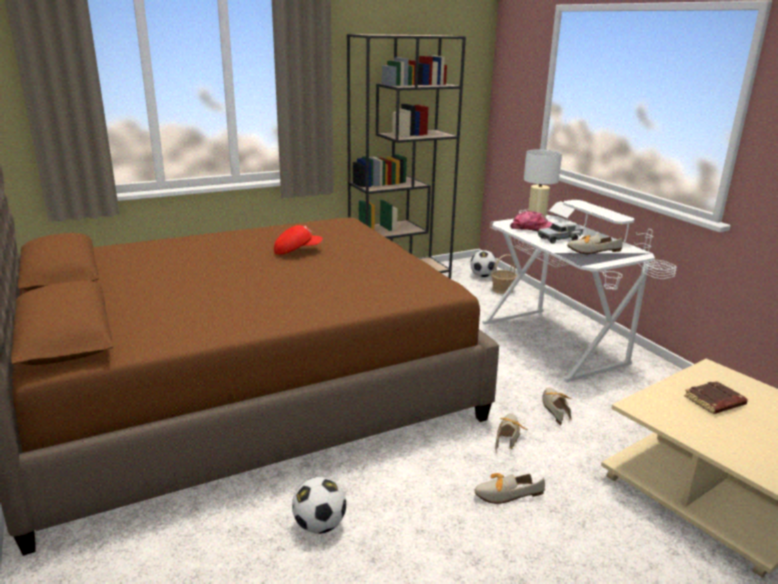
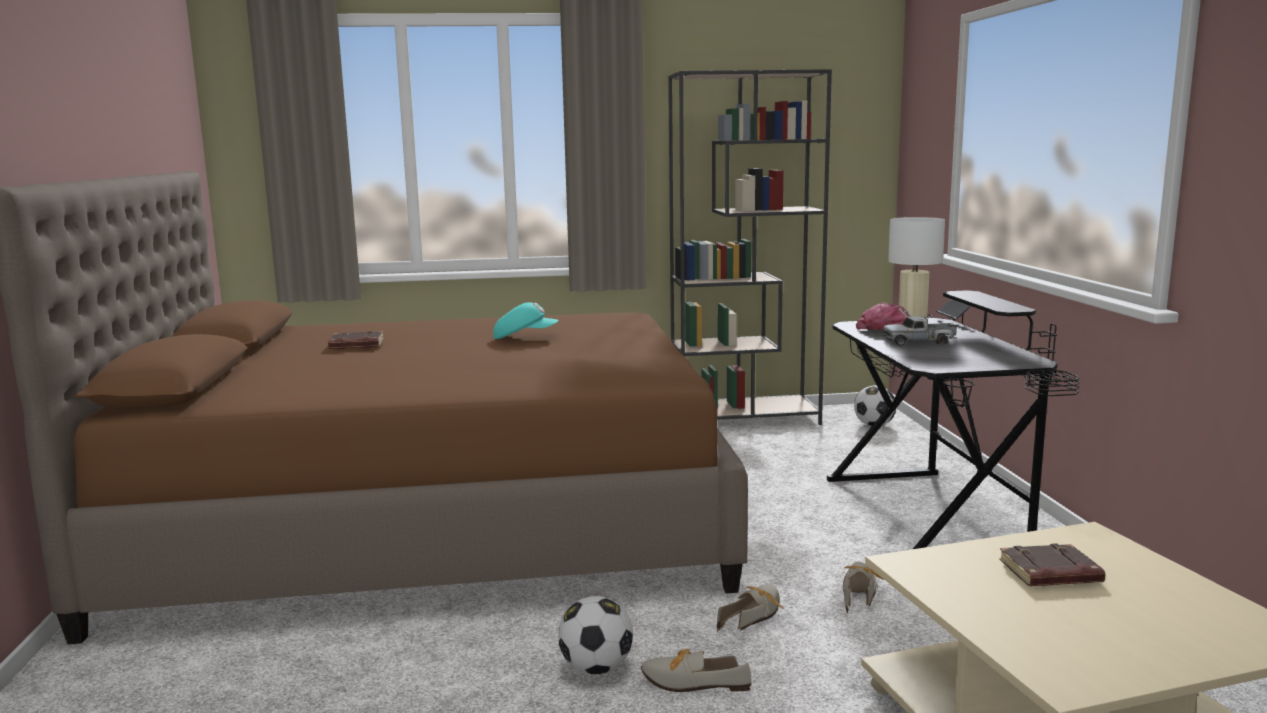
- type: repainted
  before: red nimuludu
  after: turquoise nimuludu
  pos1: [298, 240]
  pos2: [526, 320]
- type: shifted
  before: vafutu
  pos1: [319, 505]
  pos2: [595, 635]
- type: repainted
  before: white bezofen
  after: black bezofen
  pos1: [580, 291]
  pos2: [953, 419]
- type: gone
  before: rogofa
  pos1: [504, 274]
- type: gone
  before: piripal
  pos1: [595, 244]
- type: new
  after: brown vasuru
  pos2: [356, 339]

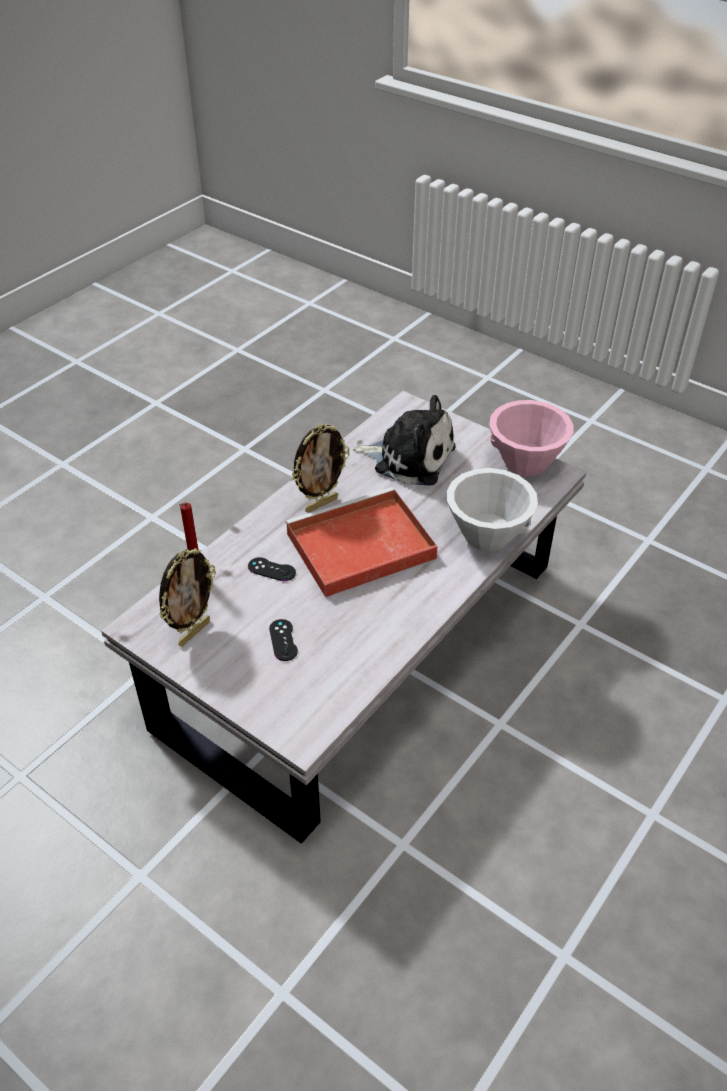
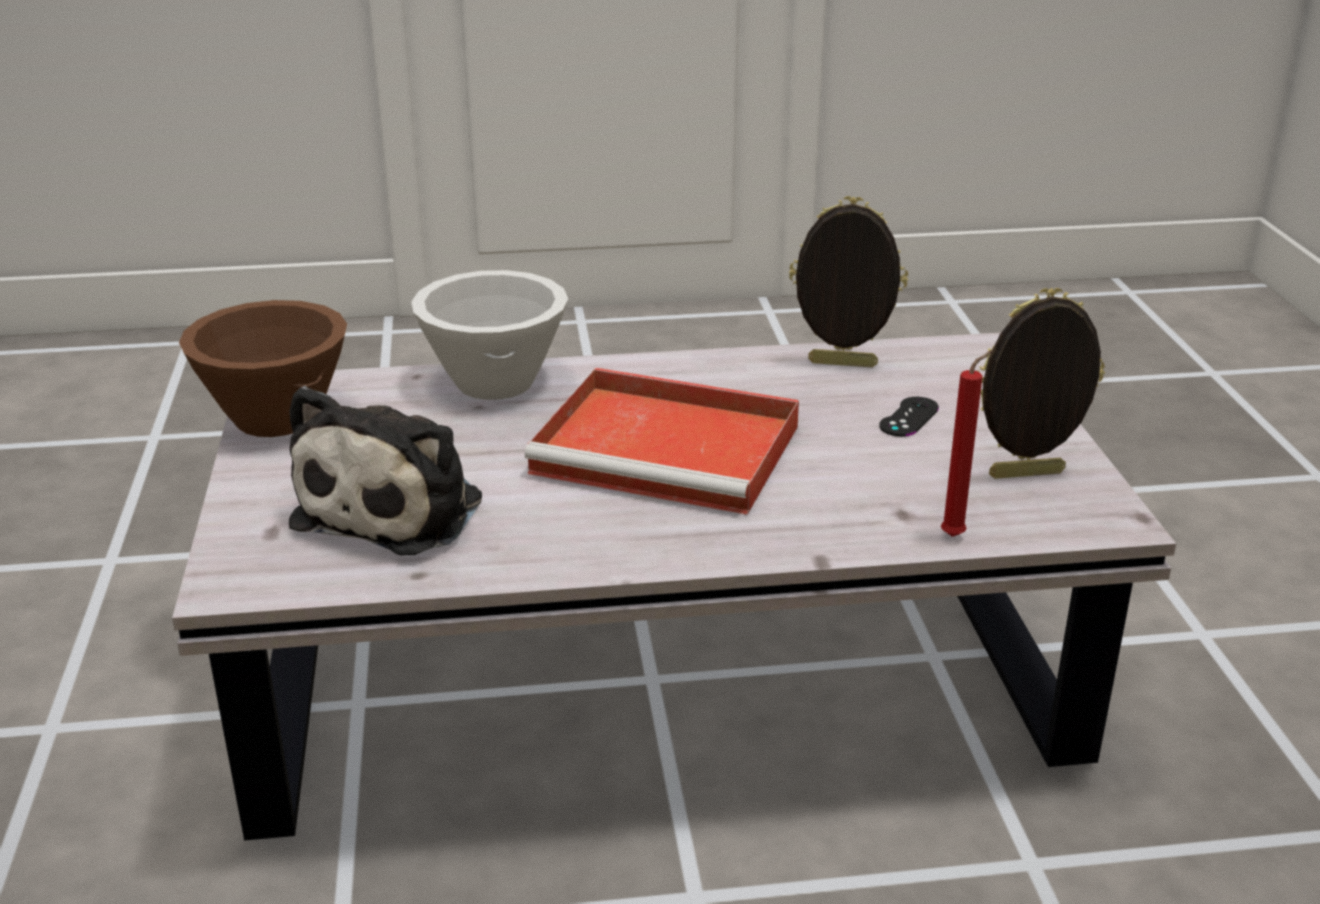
- type: gone
  before: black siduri
  pos1: [272, 569]
- type: shifted
  before: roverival
  pos1: [321, 468]
  pos2: [848, 282]
- type: rotated
  before: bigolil
  pos1: [404, 440]
  pos2: [385, 470]
  turn: -135
- type: repainted
  before: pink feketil
  after: brown feketil
  pos1: [531, 438]
  pos2: [263, 368]

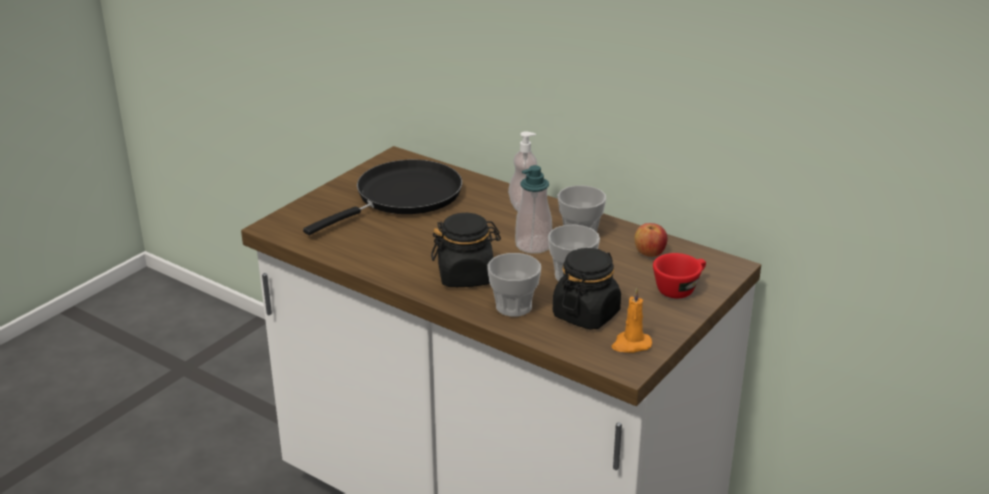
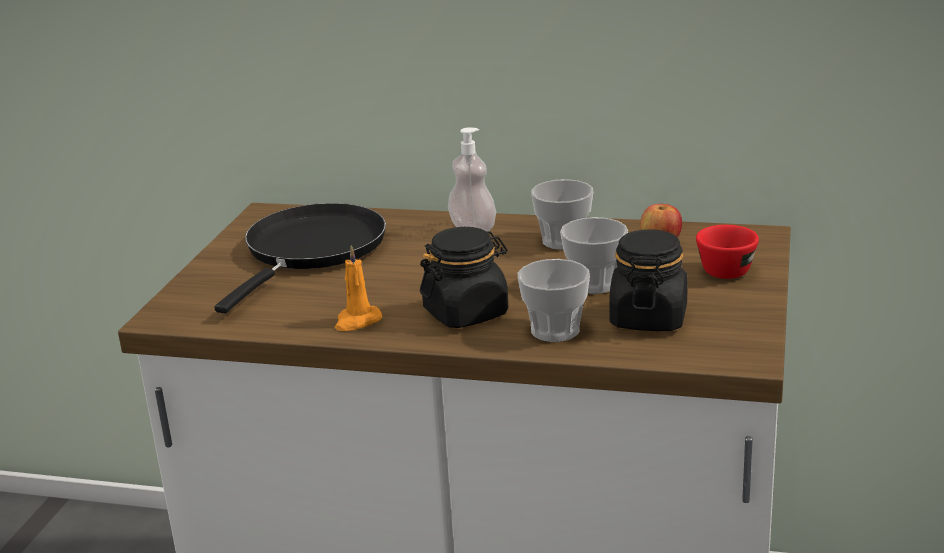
- type: gone
  before: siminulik
  pos1: [533, 209]
- type: shifted
  before: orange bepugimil
  pos1: [632, 320]
  pos2: [358, 288]

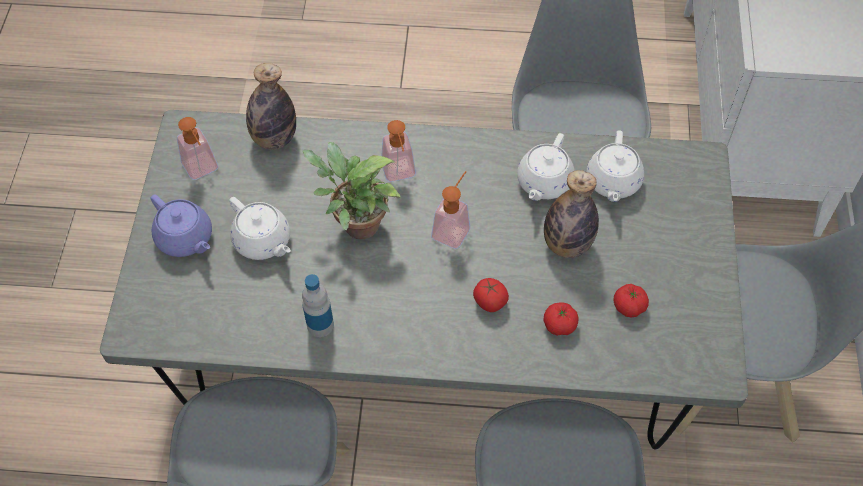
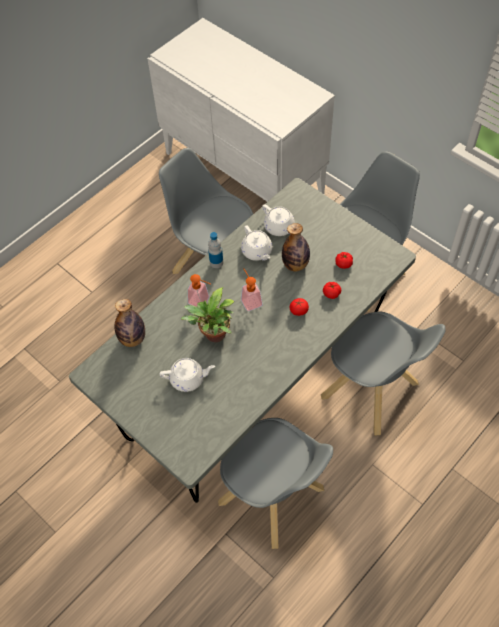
- type: gone
  before: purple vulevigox
  pos1: [181, 226]
- type: gone
  before: siminulik
  pos1: [197, 148]
- type: shifted
  before: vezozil
  pos1: [318, 305]
  pos2: [215, 250]

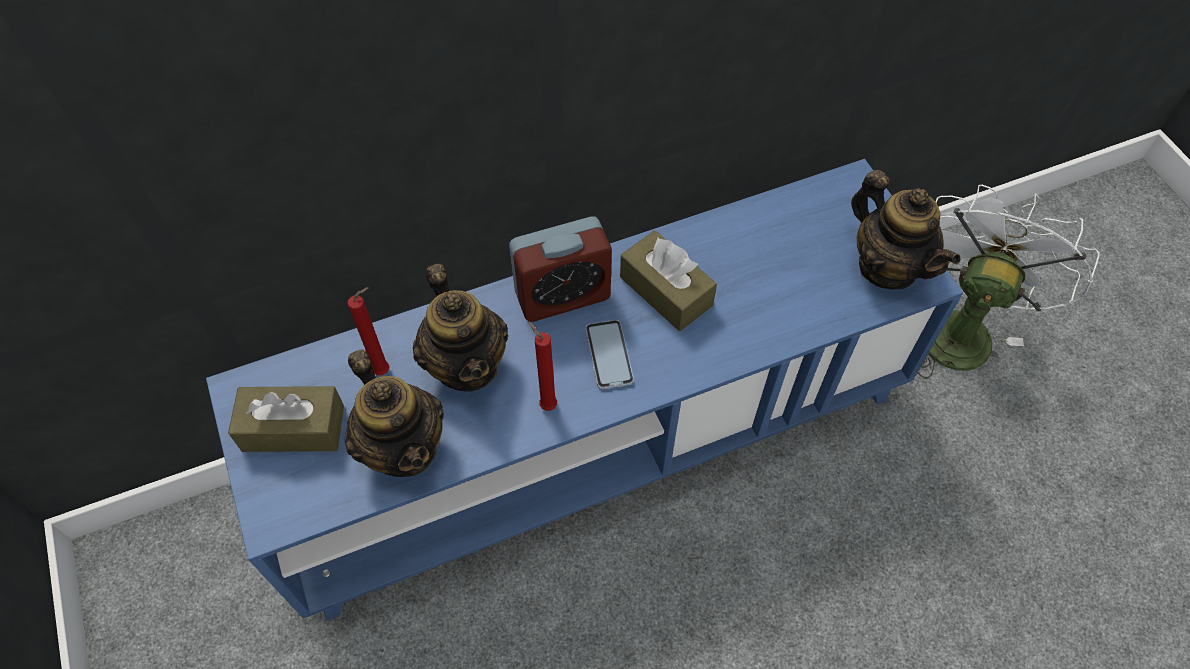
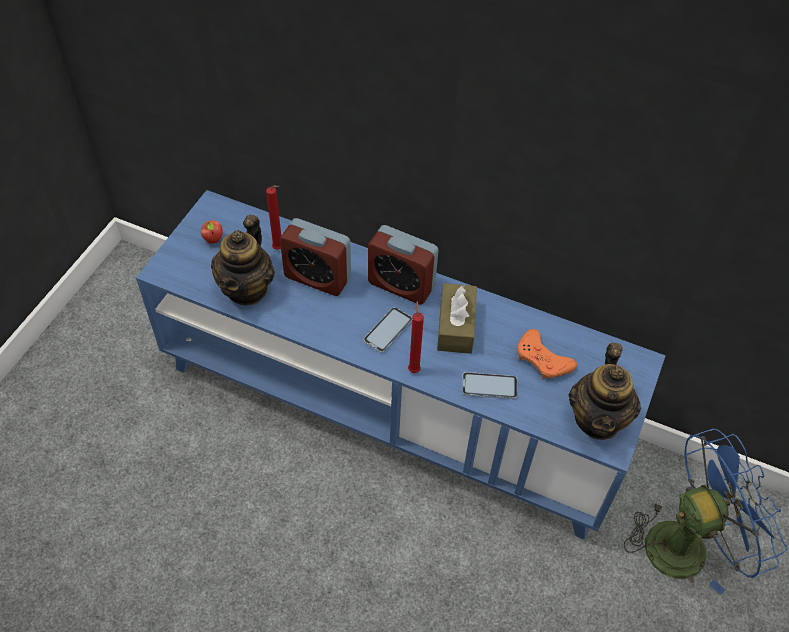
- type: swapped
  before: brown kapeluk
  after: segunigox
  pos1: [286, 419]
  pos2: [212, 232]
- type: swapped
  before: vulevigox
  after: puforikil
  pos1: [460, 328]
  pos2: [315, 257]
- type: shifted
  before: red bepugimil
  pos1: [542, 366]
  pos2: [416, 337]
- type: repainted
  before: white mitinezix
  after: blue mitinezix
  pos1: [1008, 281]
  pos2: [706, 512]
- type: new
  after: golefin
  pos2: [489, 385]
- type: new
  after: orange siduri
  pos2: [547, 354]

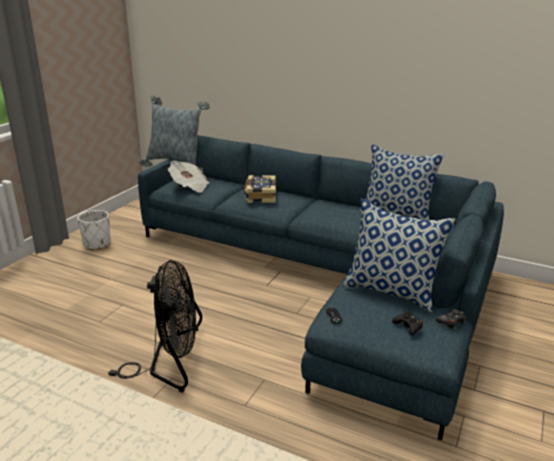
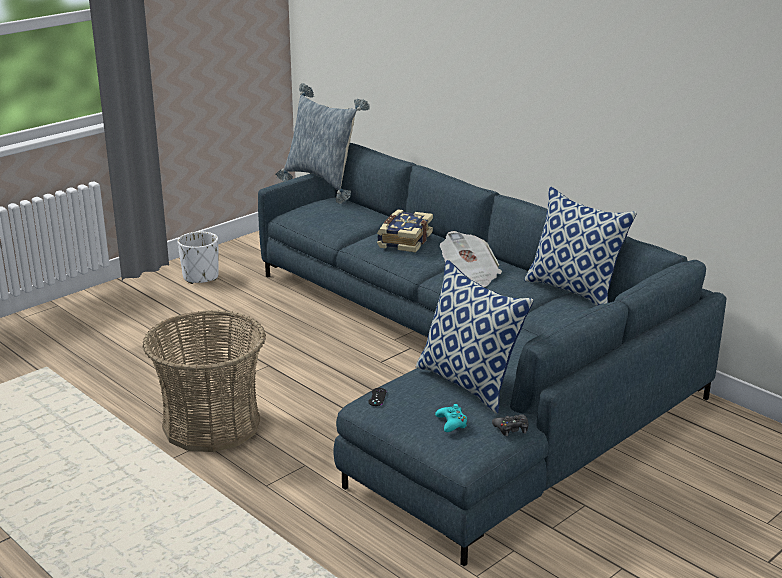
- type: swapped
  before: black mitinezix
  after: rogofa
  pos1: [154, 326]
  pos2: [204, 381]
- type: shifted
  before: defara
  pos1: [189, 177]
  pos2: [471, 259]
- type: repainted
  before: black siduri
  after: turquoise siduri
  pos1: [407, 323]
  pos2: [451, 418]

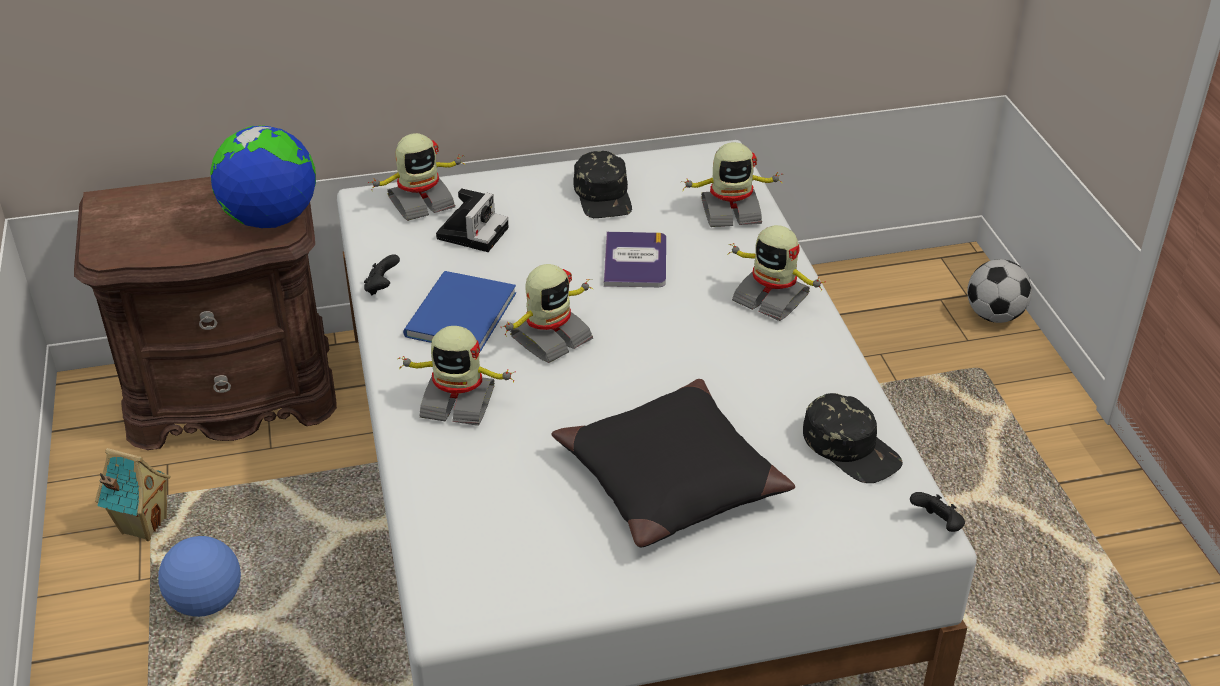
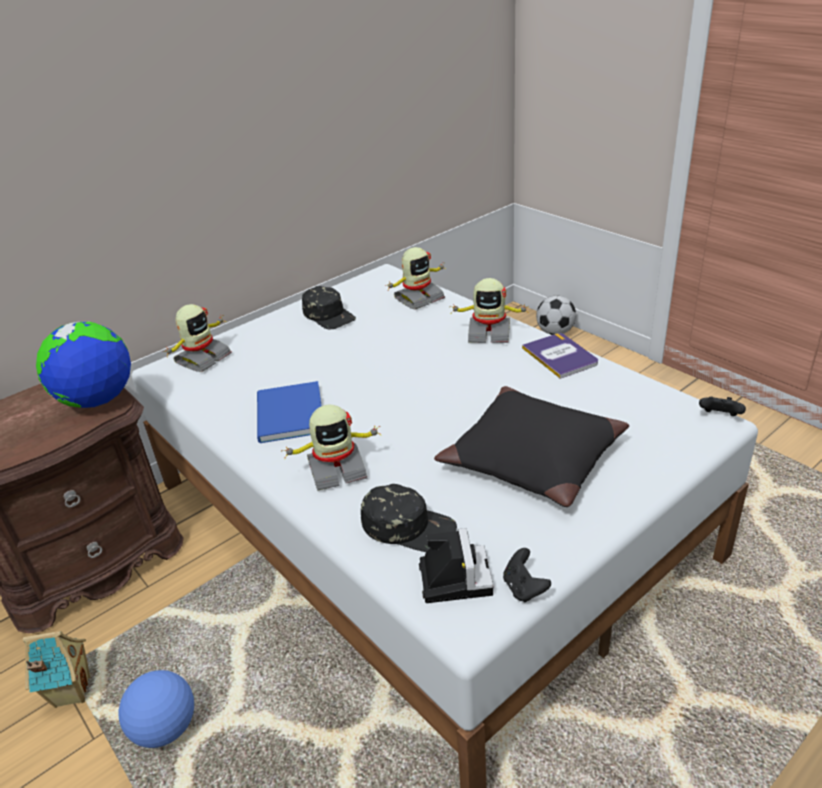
- type: shifted
  before: black siduri
  pos1: [382, 274]
  pos2: [527, 575]
- type: shifted
  before: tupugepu
  pos1: [472, 220]
  pos2: [456, 565]
- type: gone
  before: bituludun
  pos1: [547, 313]
- type: shifted
  before: vasuru
  pos1: [635, 259]
  pos2: [560, 356]
- type: shifted
  before: black nimuludu
  pos1: [853, 438]
  pos2: [409, 518]

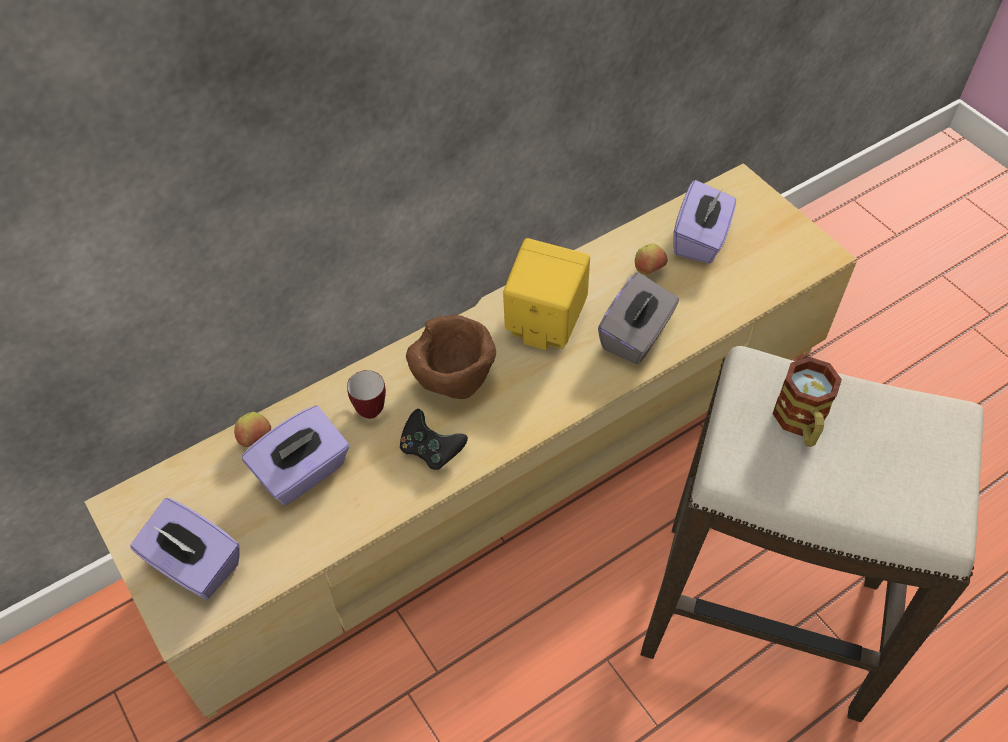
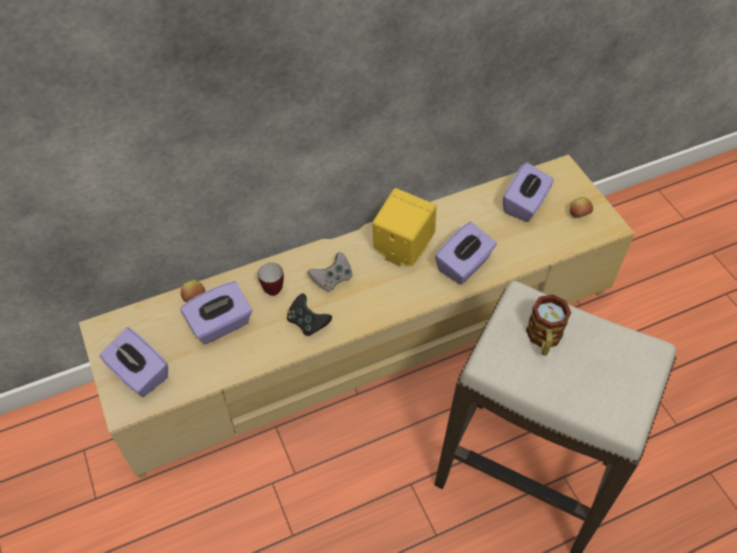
- type: swapped
  before: brown feketil
  after: grey siduri
  pos1: [451, 357]
  pos2: [330, 272]
- type: repainted
  before: grey kapeluk
  after: purple kapeluk
  pos1: [638, 318]
  pos2: [466, 253]
- type: shifted
  before: segunigox
  pos1: [651, 259]
  pos2: [581, 207]

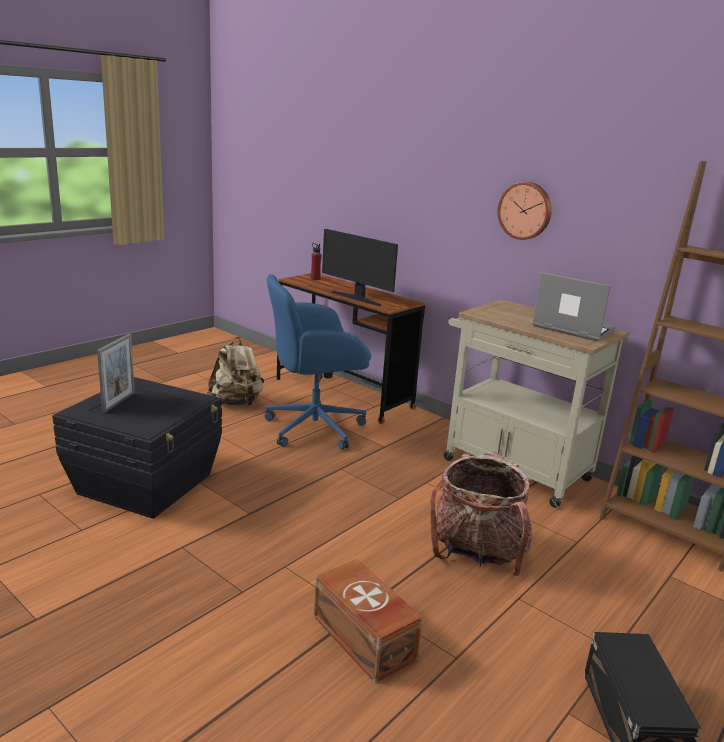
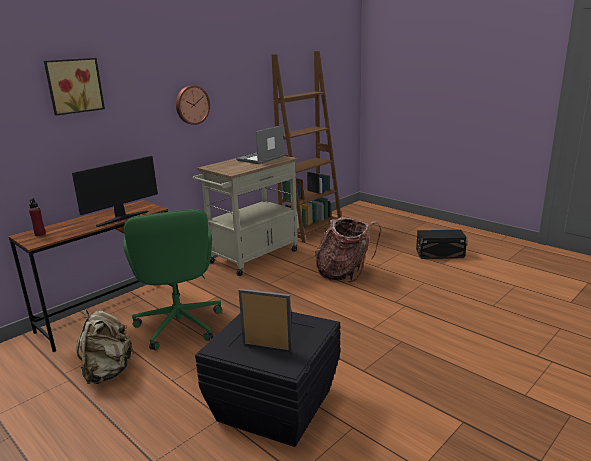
- type: repainted
  before: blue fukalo
  after: green fukalo
  pos1: [318, 362]
  pos2: [172, 279]
- type: gone
  before: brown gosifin
  pos1: [368, 621]
- type: new
  after: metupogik
  pos2: [74, 87]

